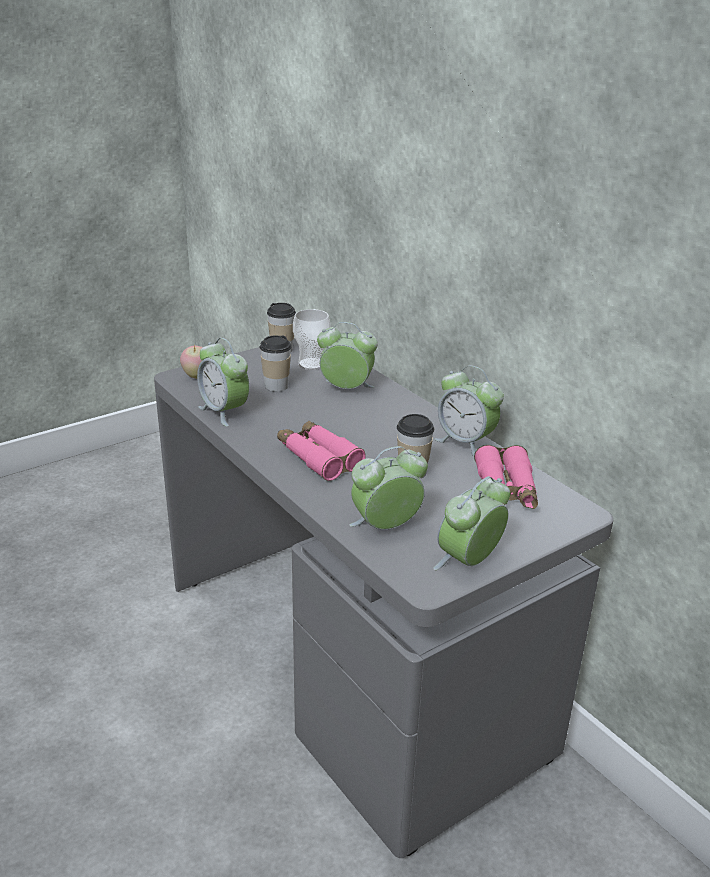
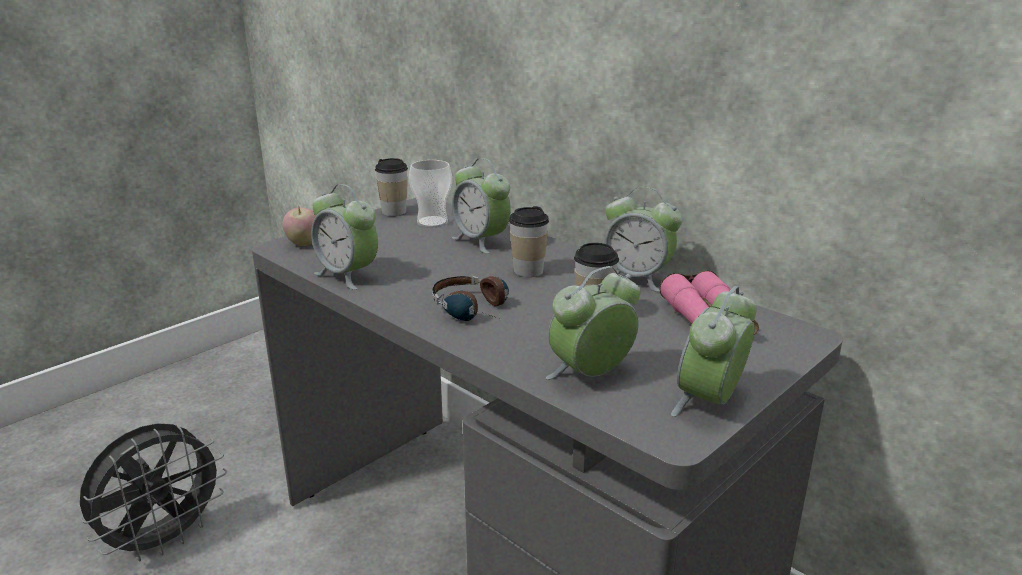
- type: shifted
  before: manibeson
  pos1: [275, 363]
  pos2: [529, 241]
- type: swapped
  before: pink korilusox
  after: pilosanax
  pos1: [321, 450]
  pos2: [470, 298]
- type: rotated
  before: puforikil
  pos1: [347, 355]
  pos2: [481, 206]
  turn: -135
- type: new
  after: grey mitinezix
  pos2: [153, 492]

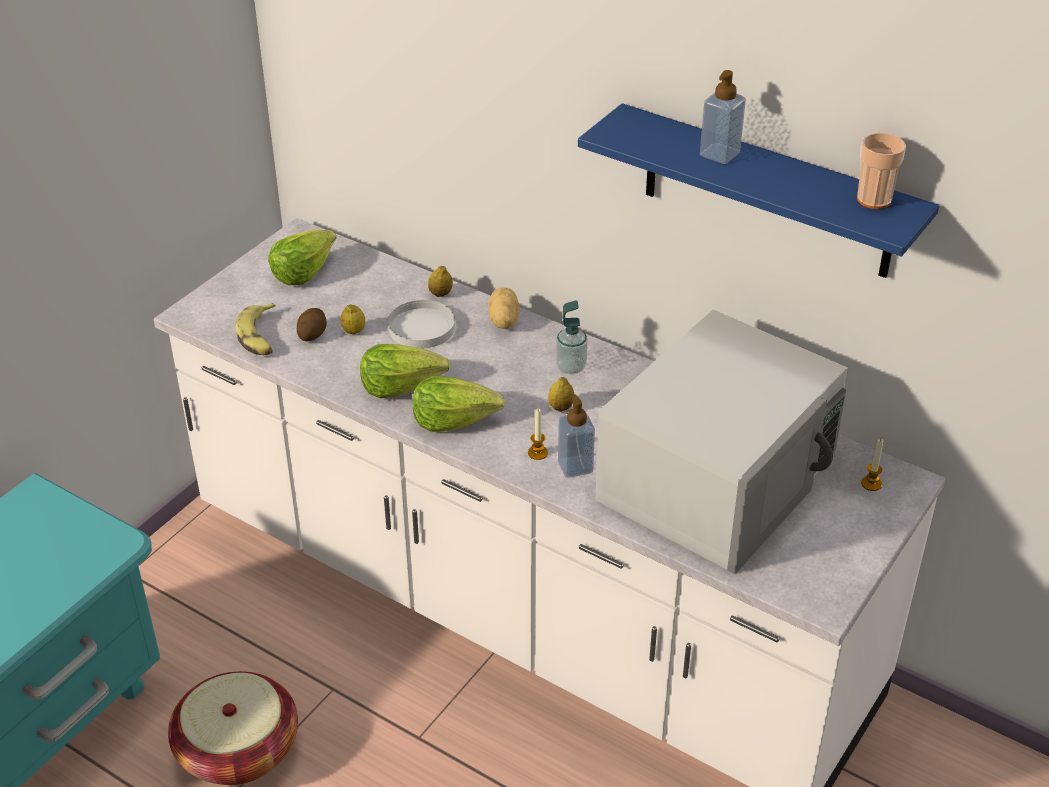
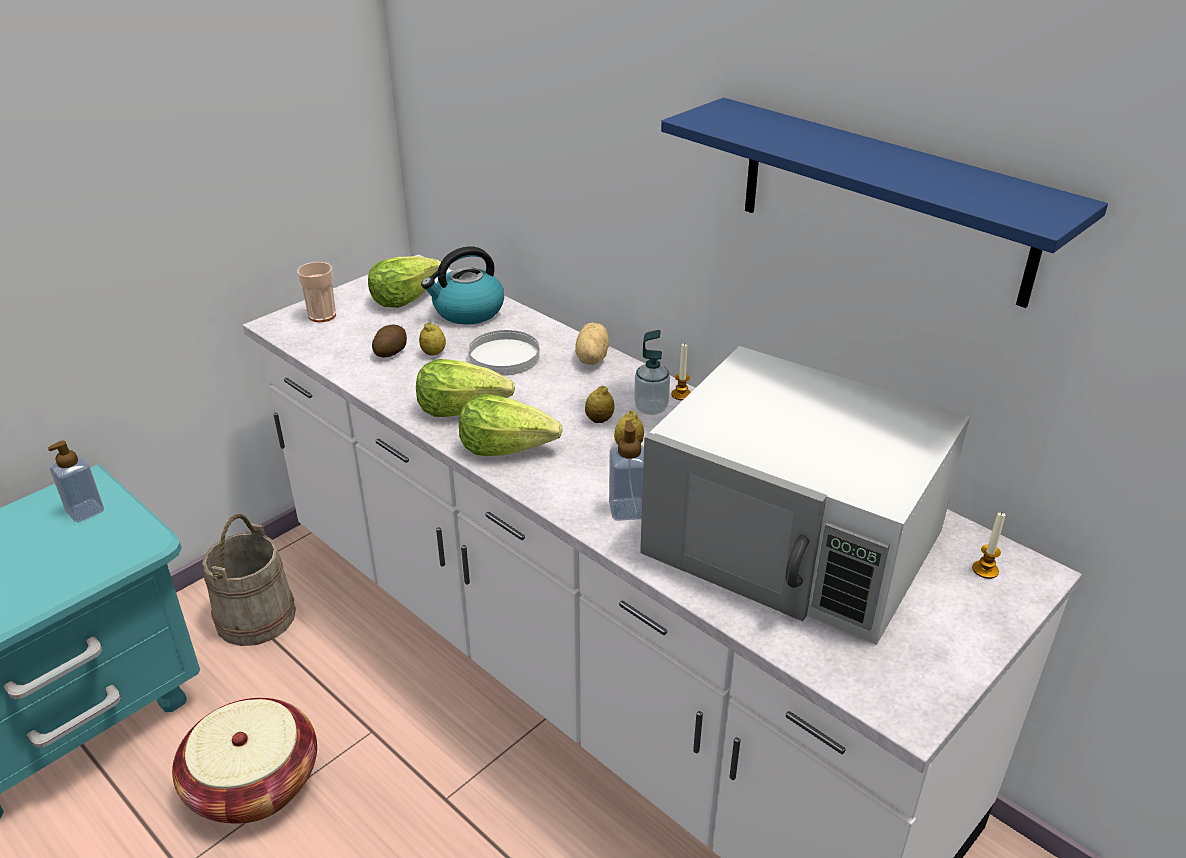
- type: gone
  before: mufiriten
  pos1: [255, 329]
- type: shifted
  before: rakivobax
  pos1: [440, 281]
  pos2: [600, 404]
- type: shifted
  before: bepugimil
  pos1: [538, 434]
  pos2: [681, 371]
- type: rotated
  before: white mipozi
  pos1: [721, 441]
  pos2: [805, 495]
  turn: 75
- type: shifted
  before: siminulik
  pos1: [723, 117]
  pos2: [76, 482]
- type: shifted
  before: manibeson
  pos1: [881, 171]
  pos2: [316, 292]
- type: new
  after: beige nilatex
  pos2: [249, 580]
- type: new
  after: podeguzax
  pos2: [462, 285]

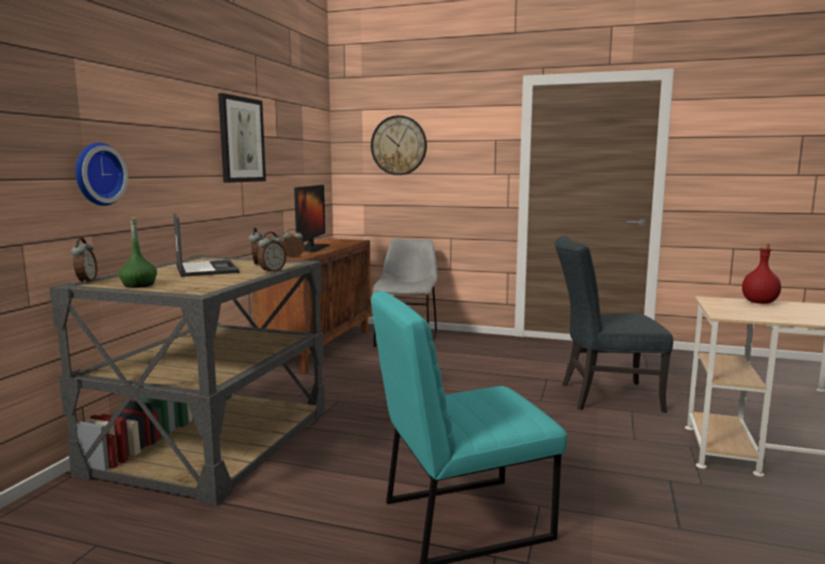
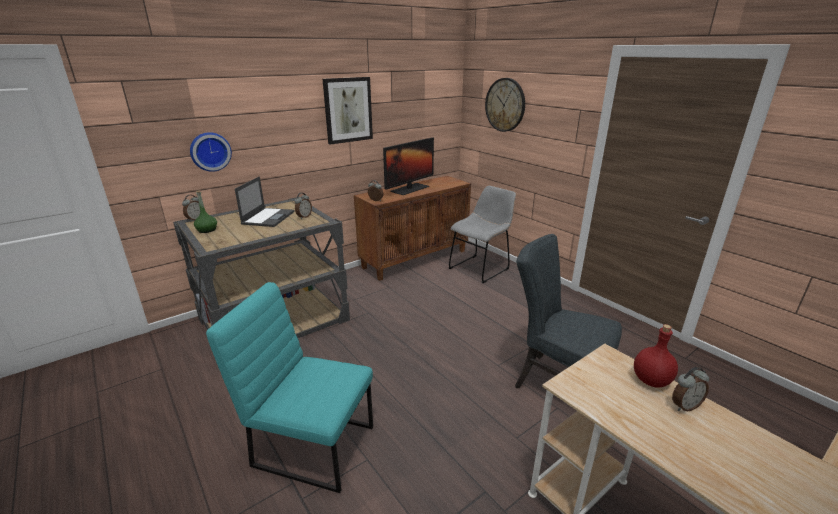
- type: shifted
  before: puforikil
  pos1: [272, 252]
  pos2: [691, 389]

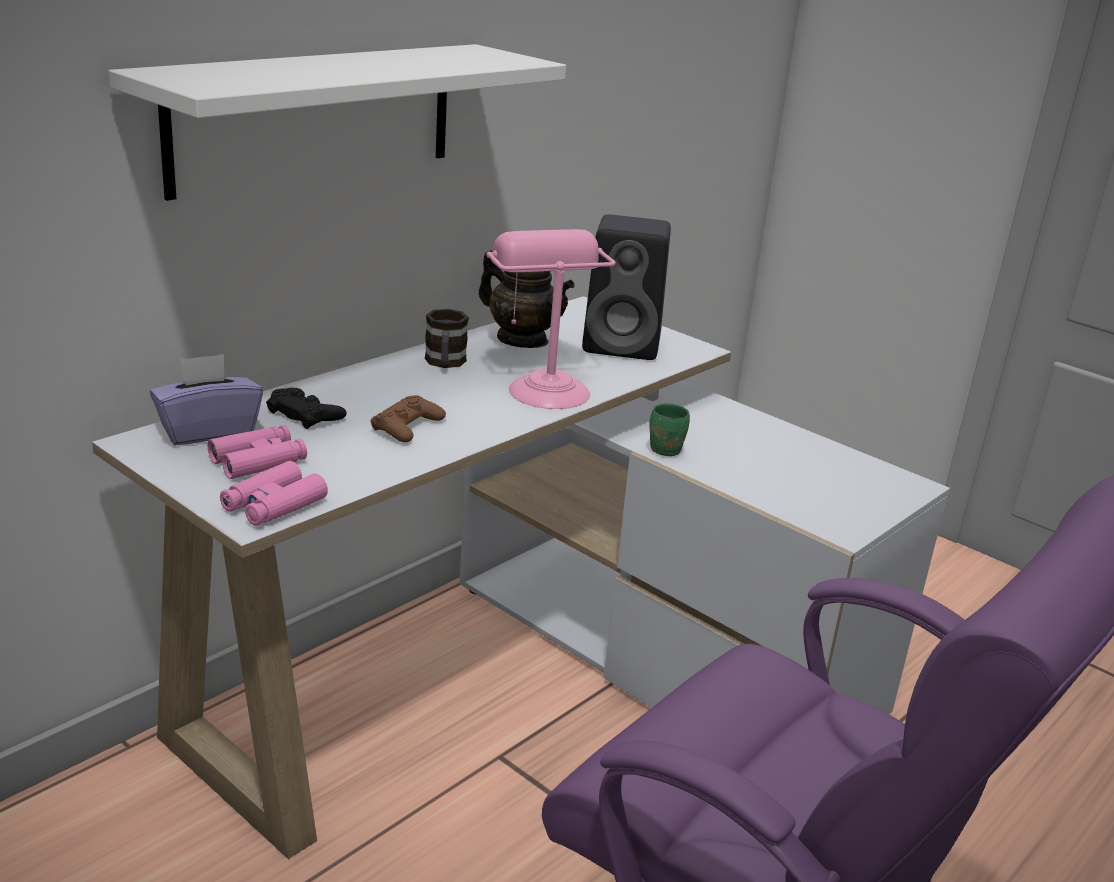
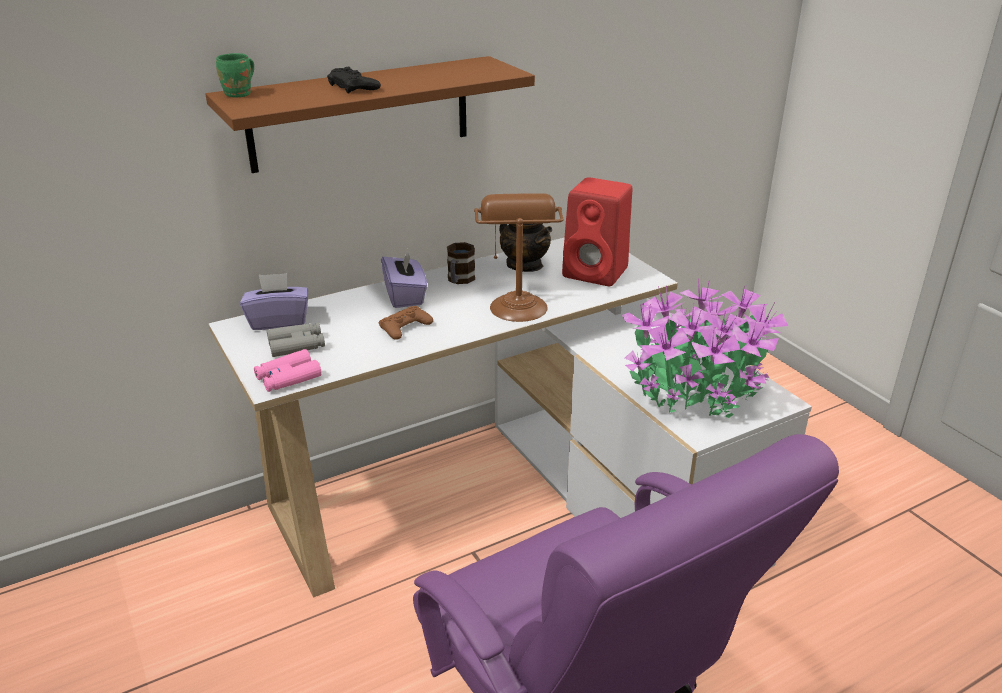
- type: repainted
  before: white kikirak
  after: brown kikirak
  pos1: [337, 122]
  pos2: [370, 114]
- type: repainted
  before: pink korilusox
  after: grey korilusox
  pos1: [257, 452]
  pos2: [296, 340]
- type: shifted
  before: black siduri
  pos1: [306, 408]
  pos2: [354, 80]
- type: repainted
  before: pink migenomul
  after: brown migenomul
  pos1: [551, 319]
  pos2: [519, 257]
- type: repainted
  before: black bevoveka
  after: red bevoveka
  pos1: [626, 287]
  pos2: [597, 231]
- type: shifted
  before: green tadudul
  pos1: [669, 429]
  pos2: [235, 75]
- type: new
  after: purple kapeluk
  pos2: [404, 278]
- type: new
  after: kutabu
  pos2: [705, 348]

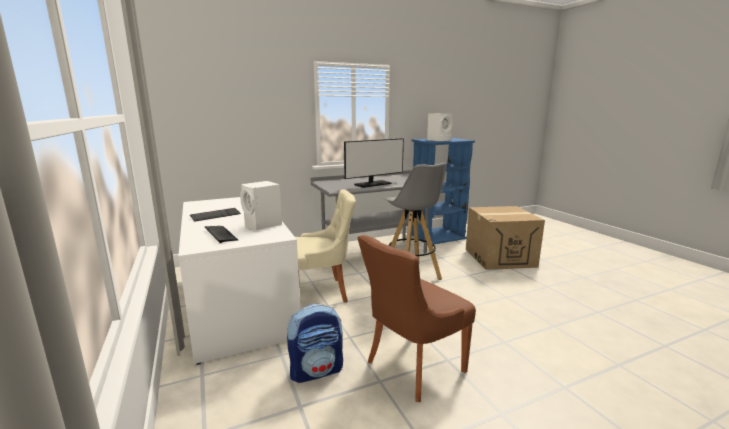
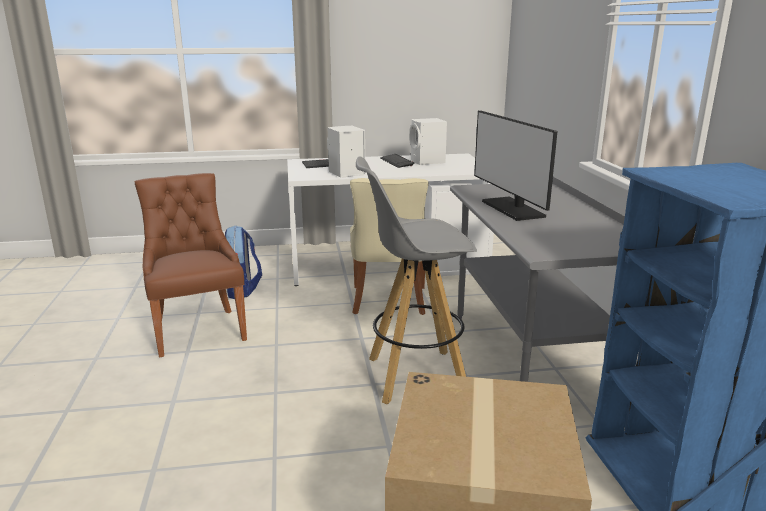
- type: shifted
  before: white bevoveka
  pos1: [440, 127]
  pos2: [428, 141]

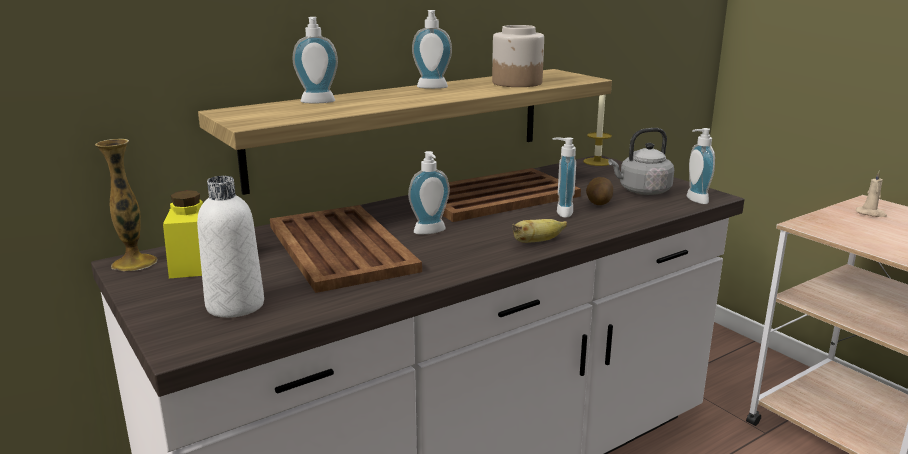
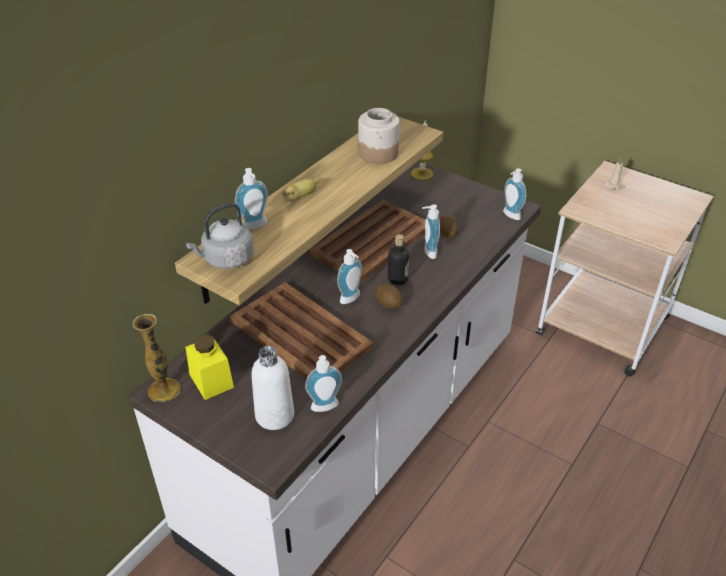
- type: shifted
  before: siminulik
  pos1: [432, 49]
  pos2: [323, 383]
- type: shifted
  before: mufiriten
  pos1: [539, 231]
  pos2: [300, 189]
- type: shifted
  before: grey podeguzax
  pos1: [641, 161]
  pos2: [220, 236]
- type: new
  after: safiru
  pos2: [389, 296]
- type: new
  after: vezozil
  pos2: [398, 259]

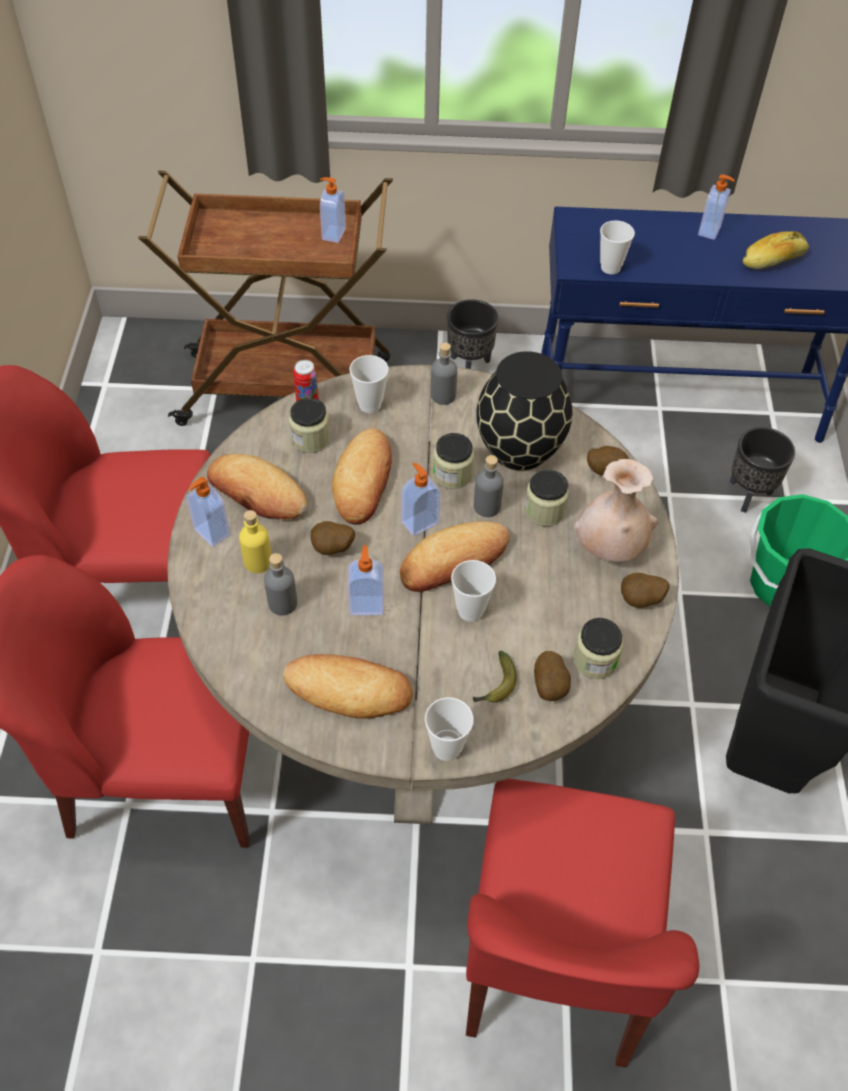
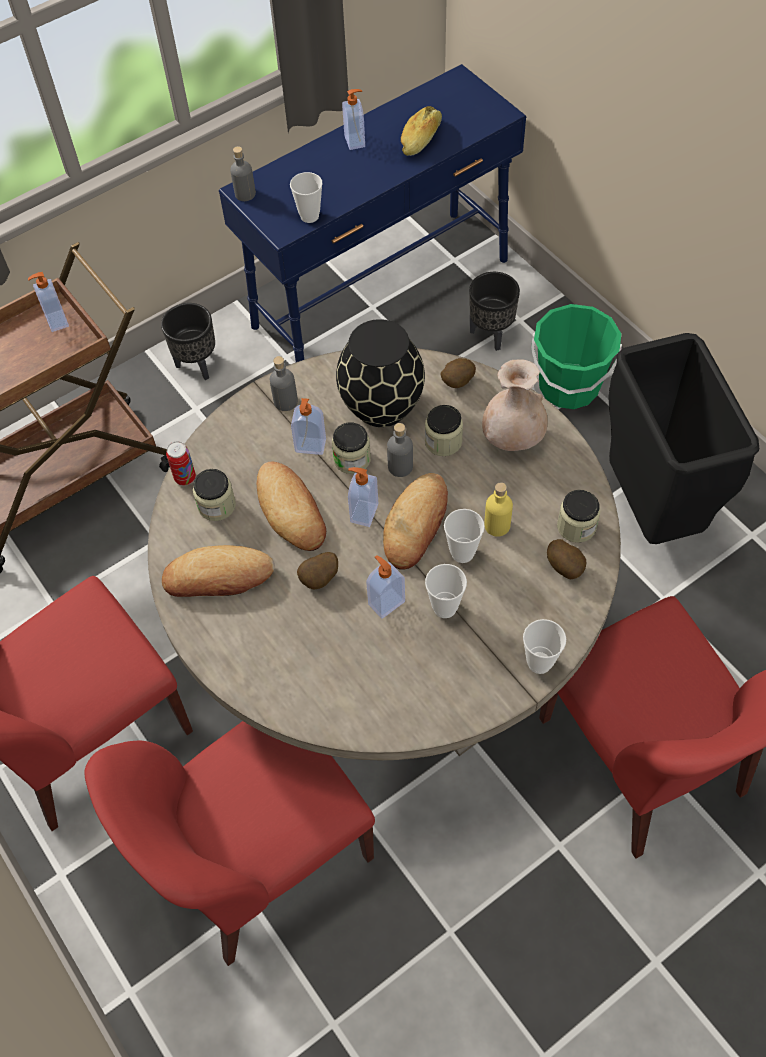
- type: shifted
  before: siminulik
  pos1: [208, 512]
  pos2: [308, 426]
- type: shifted
  before: yellow vezozil
  pos1: [255, 541]
  pos2: [498, 509]
- type: shifted
  before: grey vezozil
  pos1: [280, 584]
  pos2: [243, 173]
- type: gone
  before: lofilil
  pos1: [348, 686]
- type: shifted
  before: manibeson
  pos1: [369, 384]
  pos2: [446, 591]
- type: gone
  before: mufiriten
  pos1: [495, 676]
- type: gone
  before: safiru
  pos1: [645, 590]

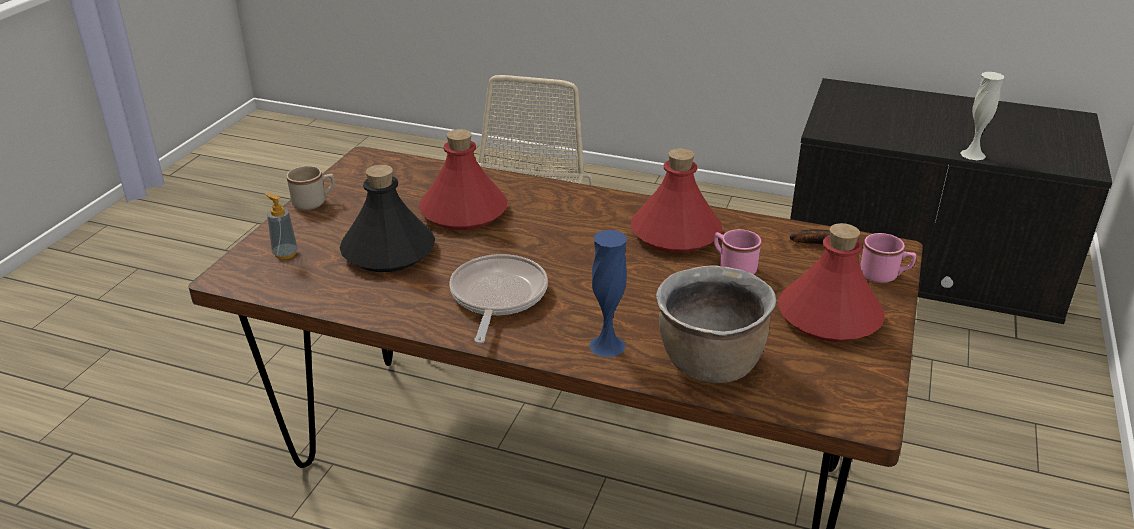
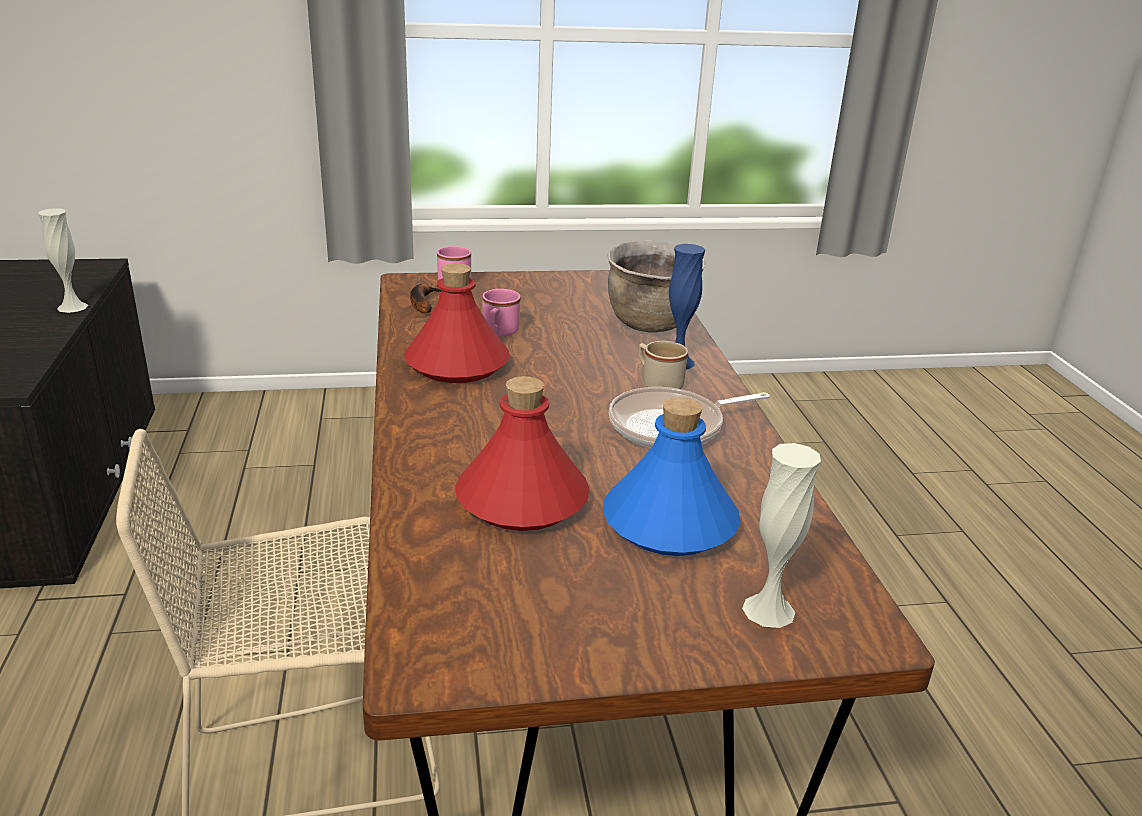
- type: swapped
  before: siminulik
  after: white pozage
  pos1: [281, 226]
  pos2: [781, 535]
- type: shifted
  before: beige tadudul
  pos1: [310, 188]
  pos2: [663, 365]
- type: repainted
  before: black vezozil
  after: blue vezozil
  pos1: [387, 218]
  pos2: [671, 476]
- type: gone
  before: red vezozil
  pos1: [831, 282]

